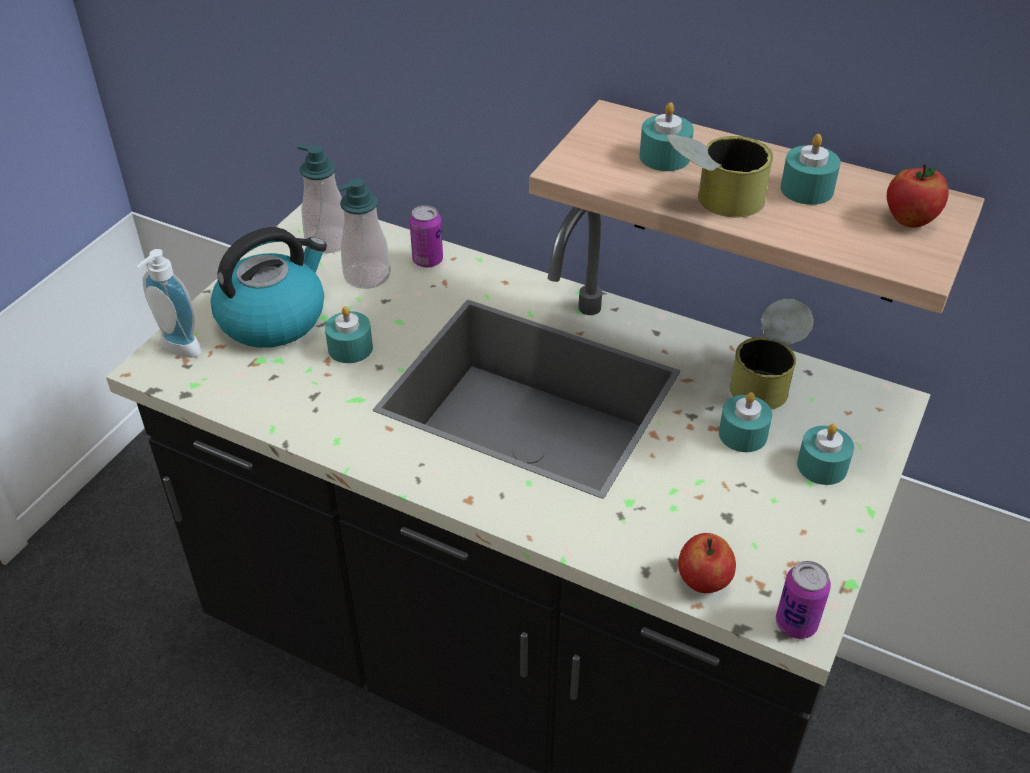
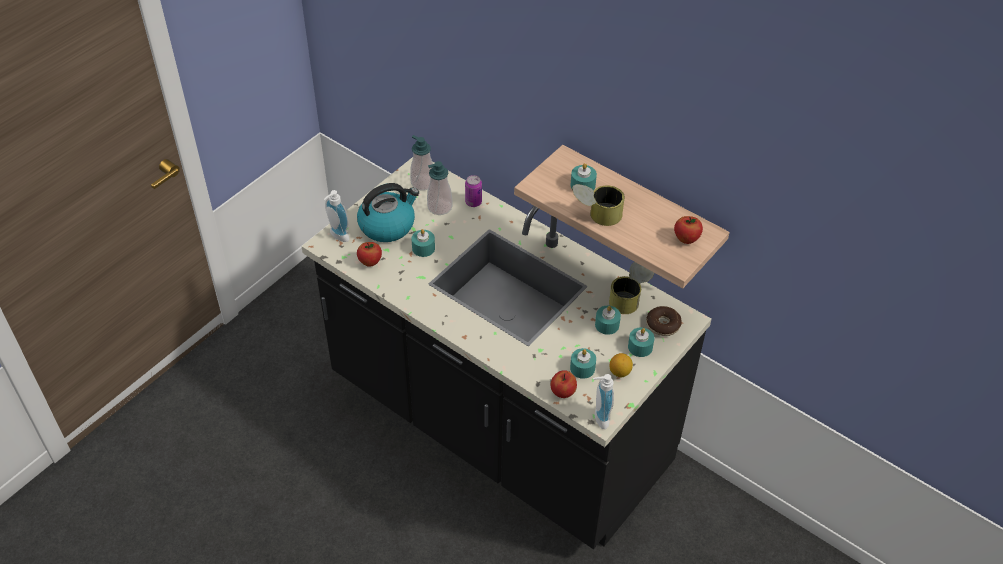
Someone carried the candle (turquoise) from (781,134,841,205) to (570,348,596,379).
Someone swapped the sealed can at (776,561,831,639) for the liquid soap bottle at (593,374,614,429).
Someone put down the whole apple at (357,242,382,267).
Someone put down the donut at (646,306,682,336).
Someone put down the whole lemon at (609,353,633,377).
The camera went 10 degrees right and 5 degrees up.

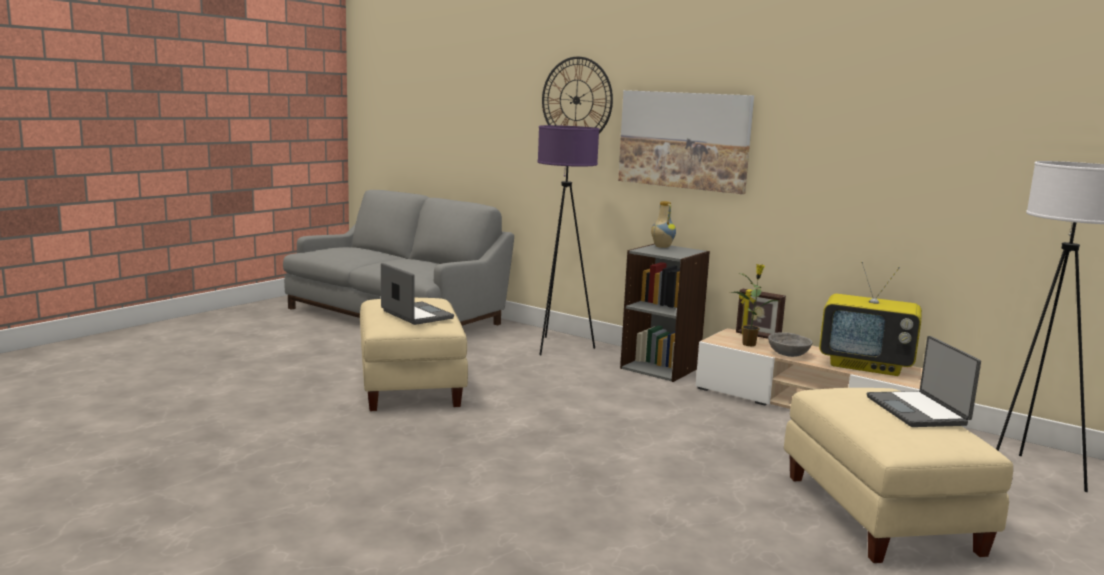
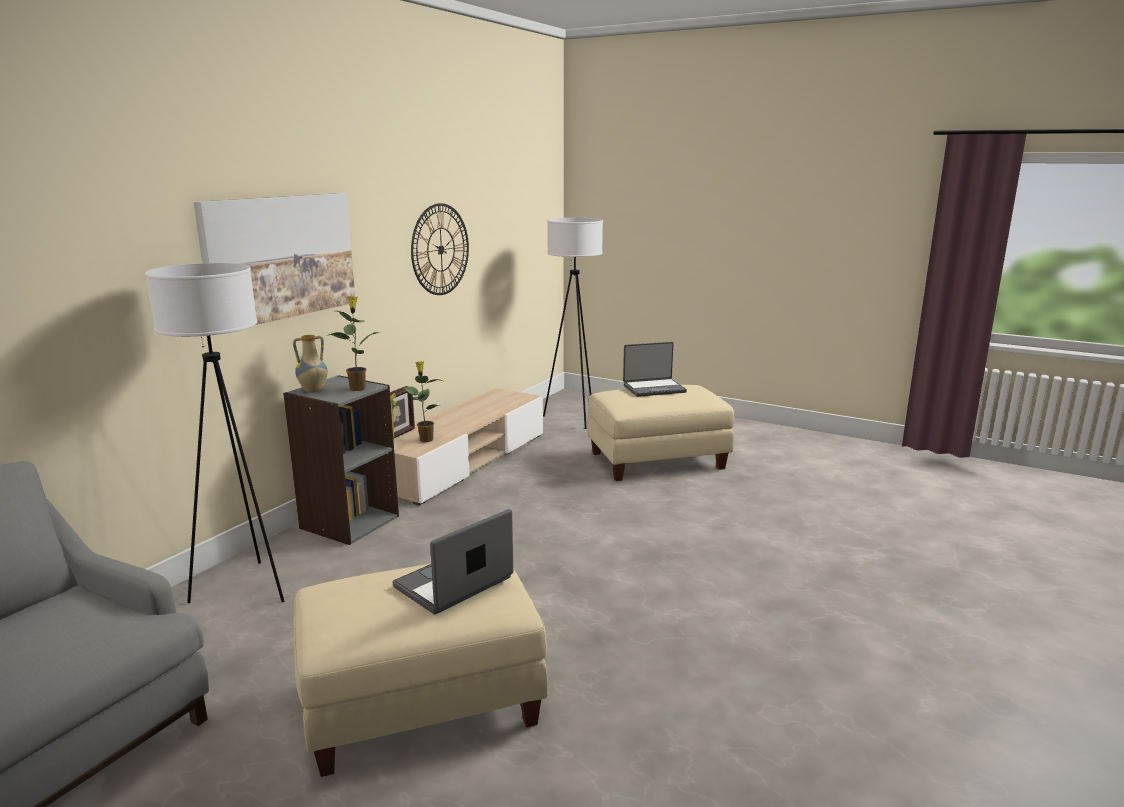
Someone carried the clock on the wall from (542,57,613,133) to (411,203,469,295).
Someone repainted the standard lamp (purple) at (537,125,599,355), which became the standard lamp (whitish) at (145,263,284,603).
Someone took away the television at (819,262,922,376).
Someone took away the bowl (greyish) at (768,332,813,357).
Someone put down the houseplant at (326,296,381,391).
The camera went 95 degrees left and 5 degrees up.

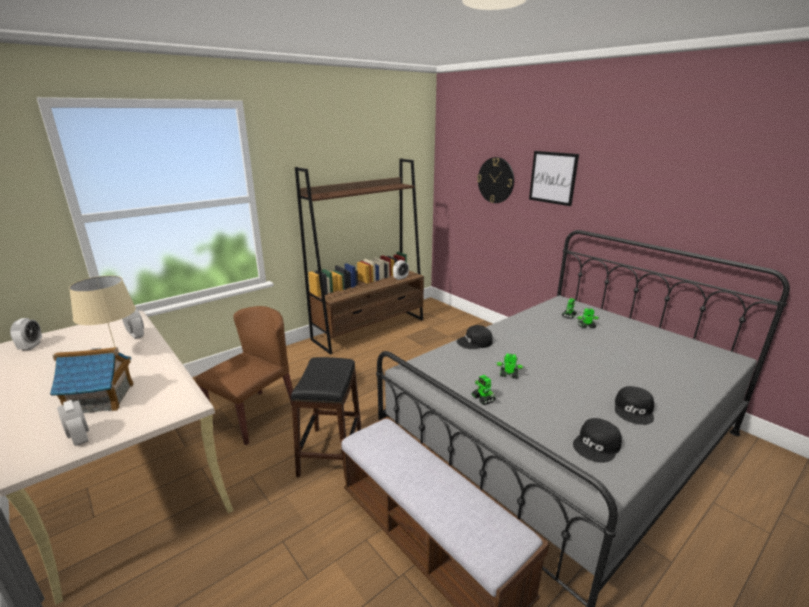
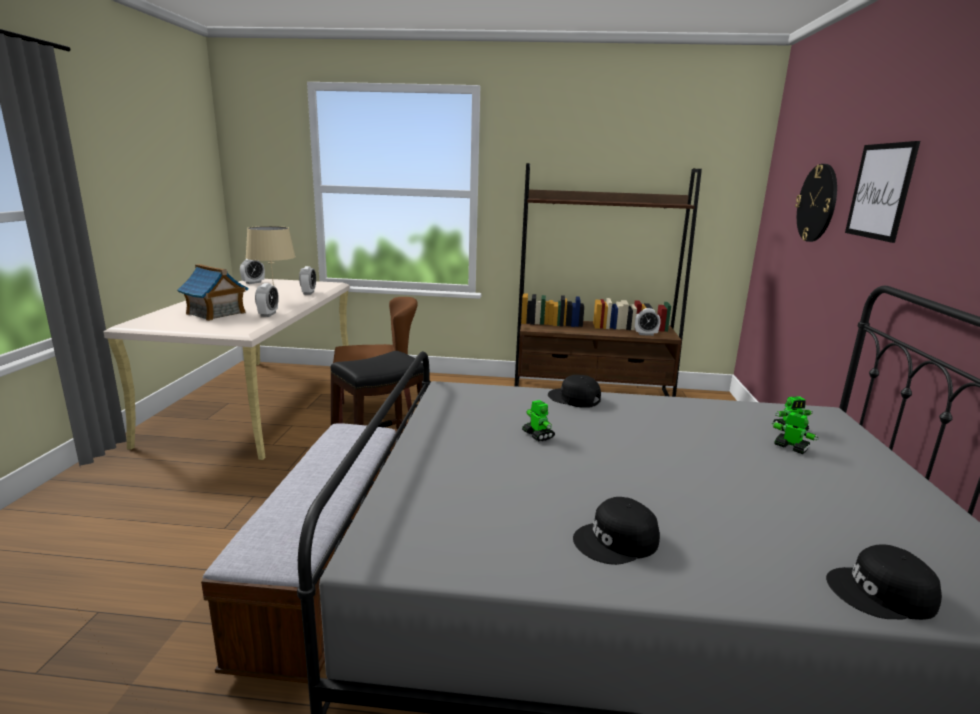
Someone took away the toy robot at (472,375,496,405).
Someone carried the table clock from (57,400,89,446) to (255,283,279,317).
Someone carried the baseball cap (black) from (573,418,622,463) to (826,545,942,620).
The camera went 45 degrees right and 5 degrees down.

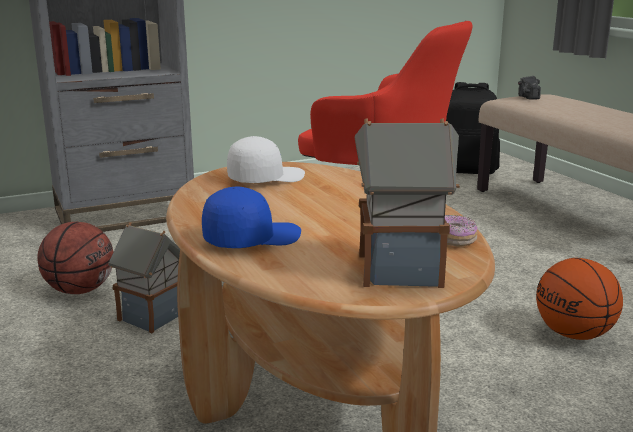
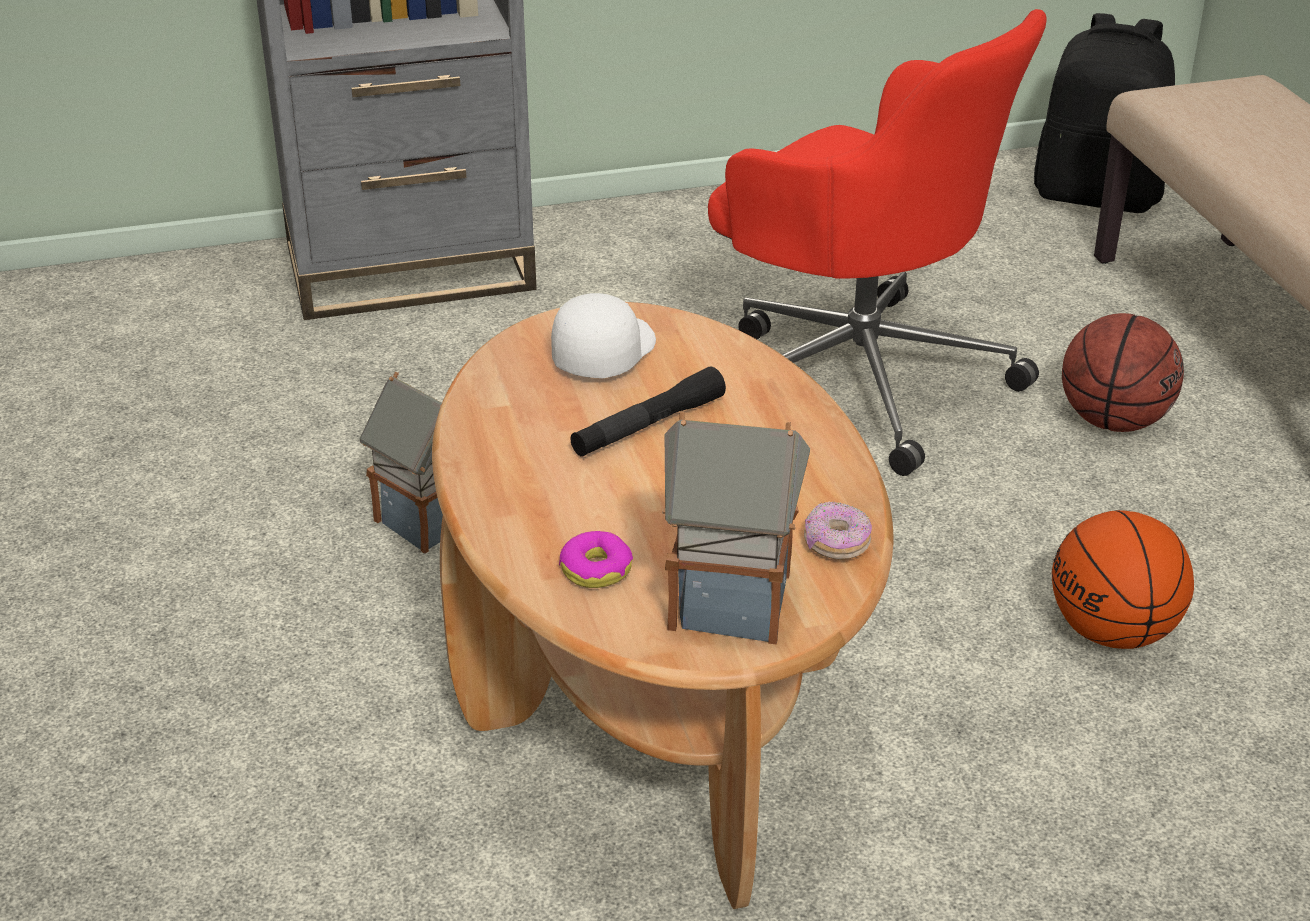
Someone took away the still camera at (518,76,541,100).
Someone rotated the baseball cap (whitish) at (227,136,305,183) by 45 degrees counterclockwise.
Someone took away the baseball cap (blue) at (202,187,301,248).
Someone carried the basketball ball from (37,222,113,294) to (1062,313,1184,432).
Someone put down the hand torch (black) at (570,367,726,457).
Someone put down the donut at (559,531,633,588).
The camera went 10 degrees right and 15 degrees up.

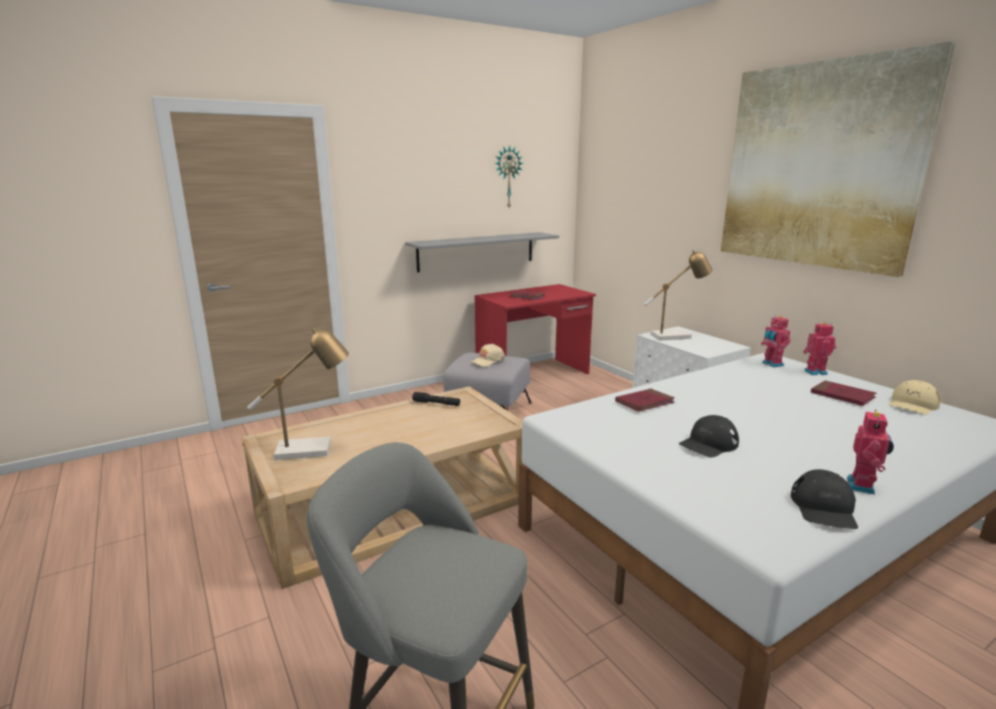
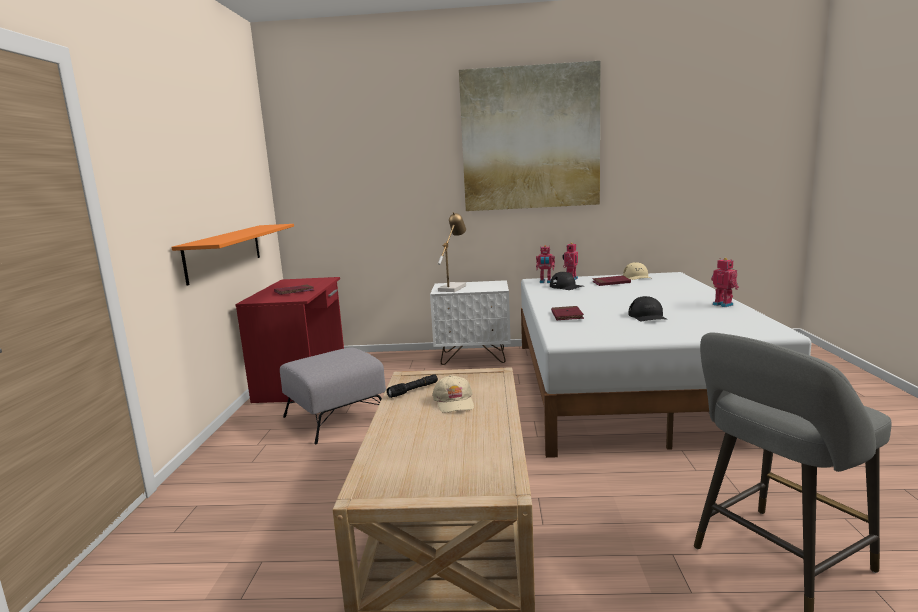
Someone took away the clock on the wall at (495,145,524,207).
Someone repainted the shelf (greyish) at (405,232,559,272), which became the shelf (orange-coloured) at (171,224,294,285).
Someone took away the table lamp at (247,328,349,460).
Someone carried the baseball cap (beige) from (471,344,505,367) to (432,375,474,413).
Someone carried the baseball cap (black) from (791,469,858,529) to (550,272,584,290).
The camera went 55 degrees left and 5 degrees down.

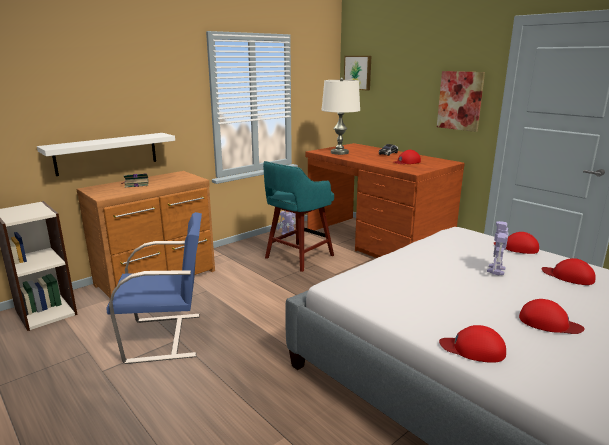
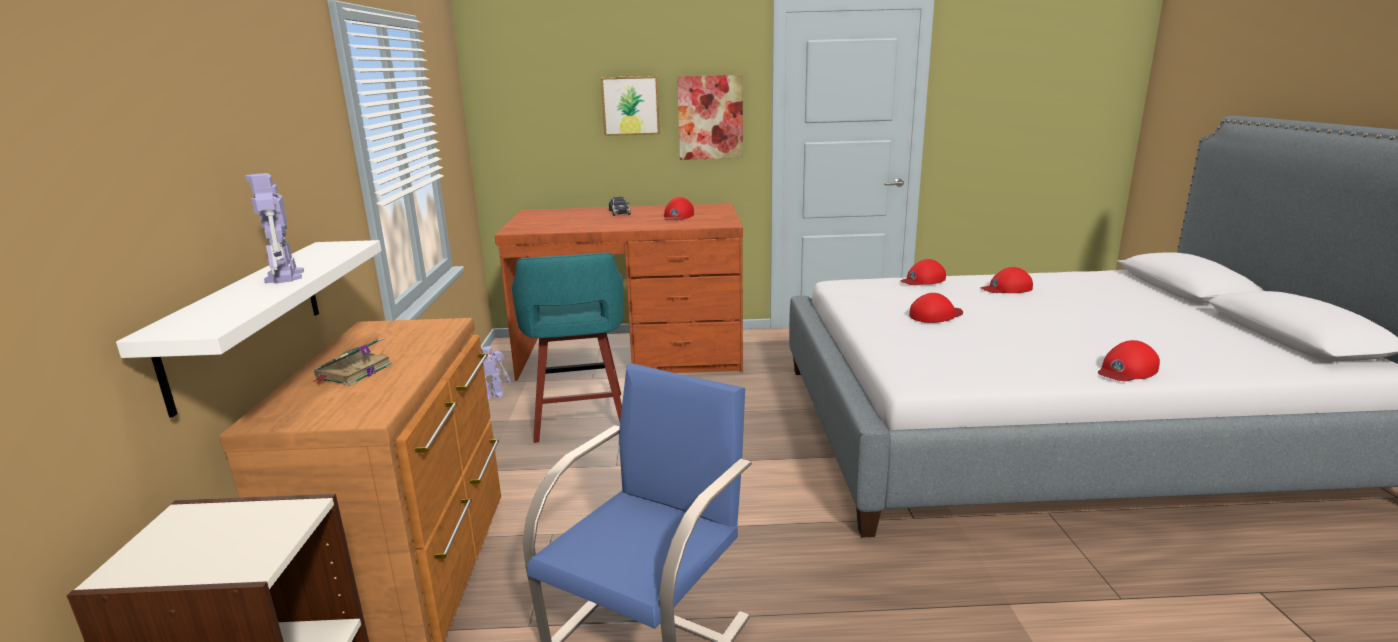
Someone carried the wall art from (344,56,371,90) to (601,76,660,136).
Someone took away the table lamp (whitish) at (321,78,360,155).
Someone carried the toy robot from (487,221,509,276) to (245,173,304,283).
Someone carried the baseball cap (reddish) from (519,299,585,334) to (909,293,963,323).
The camera went 50 degrees left and 0 degrees up.

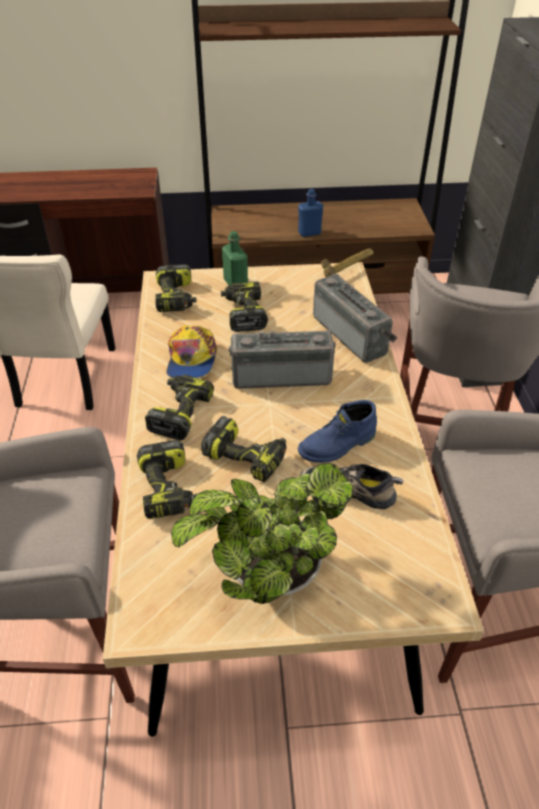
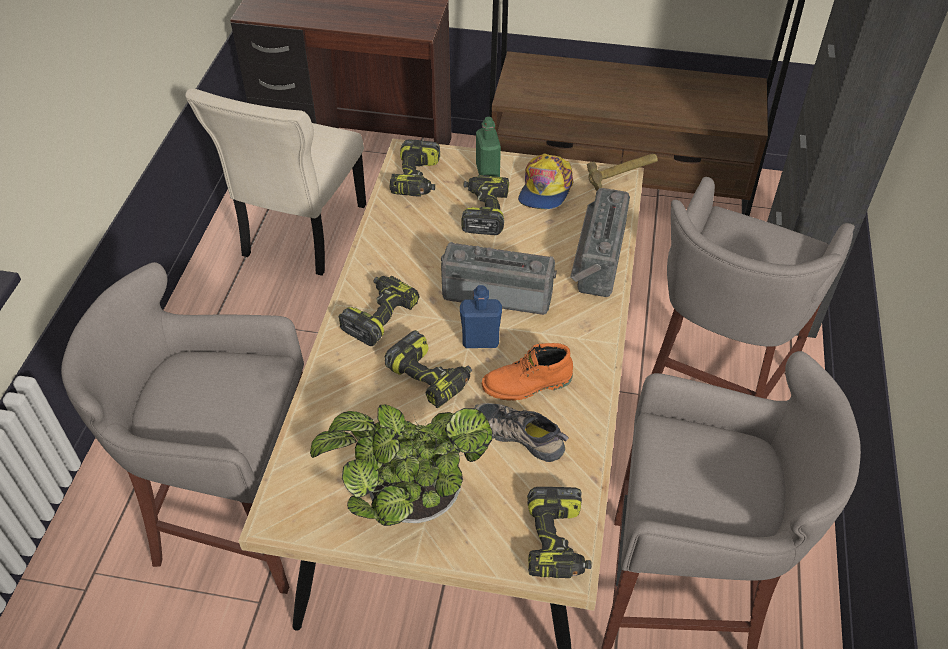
Someone carried the drink bottle (blue) from (298,189,323,237) to (460,285,502,348).
Someone rotated the radio receiver at (313,274,398,363) by 150 degrees counterclockwise.
Someone carried the baseball cap from (166,325,218,378) to (518,153,574,209).
Someone repainted the high-top boot (blue) at (298,400,377,463), which became the high-top boot (orange-coloured) at (482,343,573,401).
Someone carried the drill from (137,440,197,519) to (527,487,591,578).
The camera went 15 degrees right and 5 degrees up.

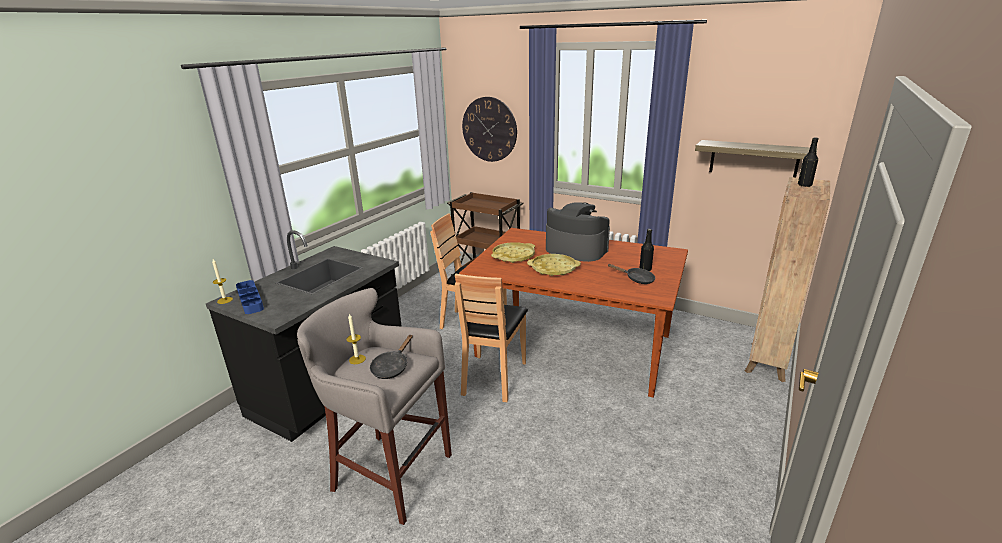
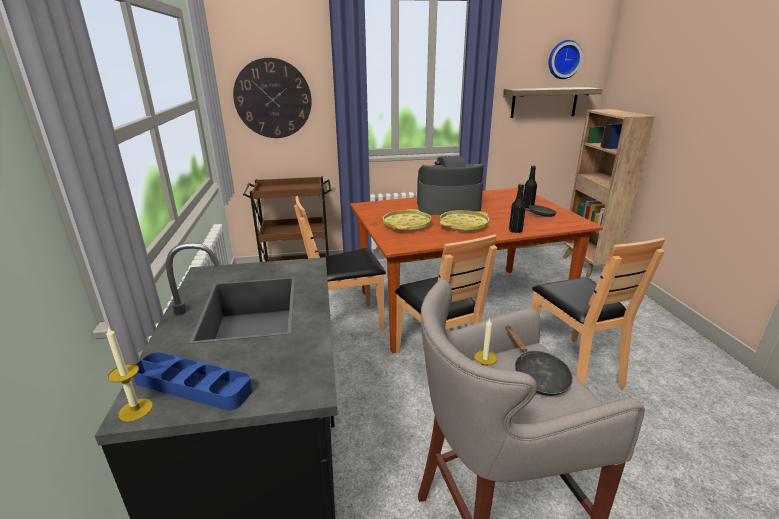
Someone carried the drink bottle (black) from (798,137,819,187) to (509,184,526,233).
Someone put up the clock on the wall at (548,40,583,79).
Someone put down the plain chair (brown) at (531,238,666,388).
The camera went 40 degrees left and 0 degrees up.

